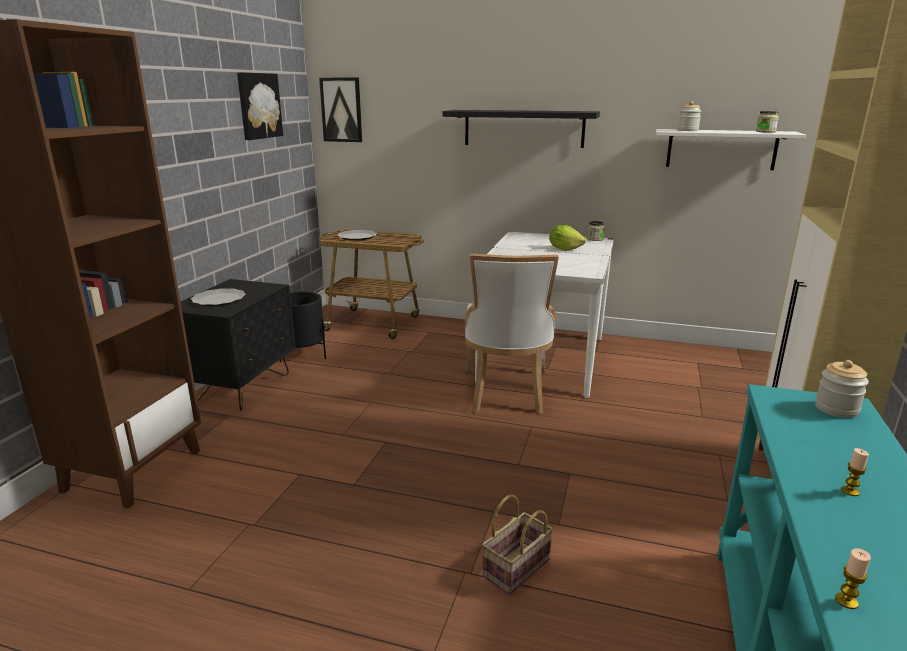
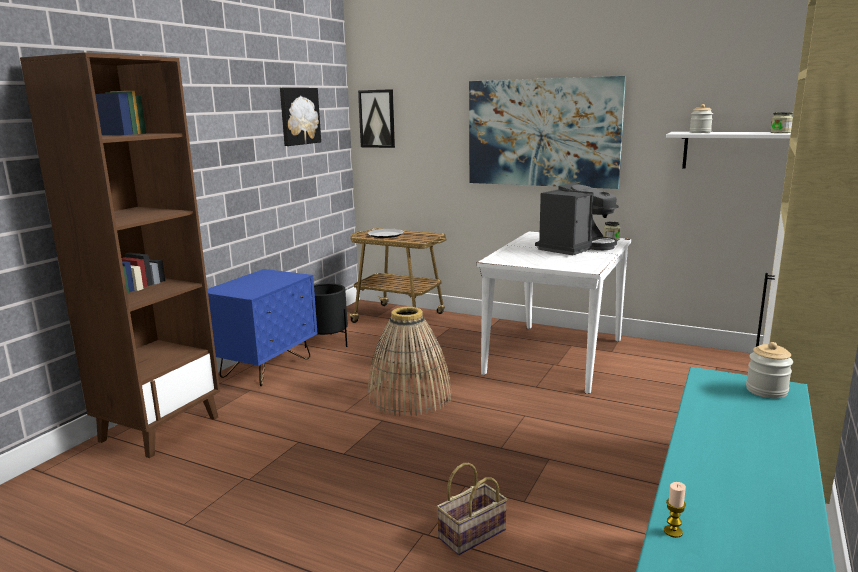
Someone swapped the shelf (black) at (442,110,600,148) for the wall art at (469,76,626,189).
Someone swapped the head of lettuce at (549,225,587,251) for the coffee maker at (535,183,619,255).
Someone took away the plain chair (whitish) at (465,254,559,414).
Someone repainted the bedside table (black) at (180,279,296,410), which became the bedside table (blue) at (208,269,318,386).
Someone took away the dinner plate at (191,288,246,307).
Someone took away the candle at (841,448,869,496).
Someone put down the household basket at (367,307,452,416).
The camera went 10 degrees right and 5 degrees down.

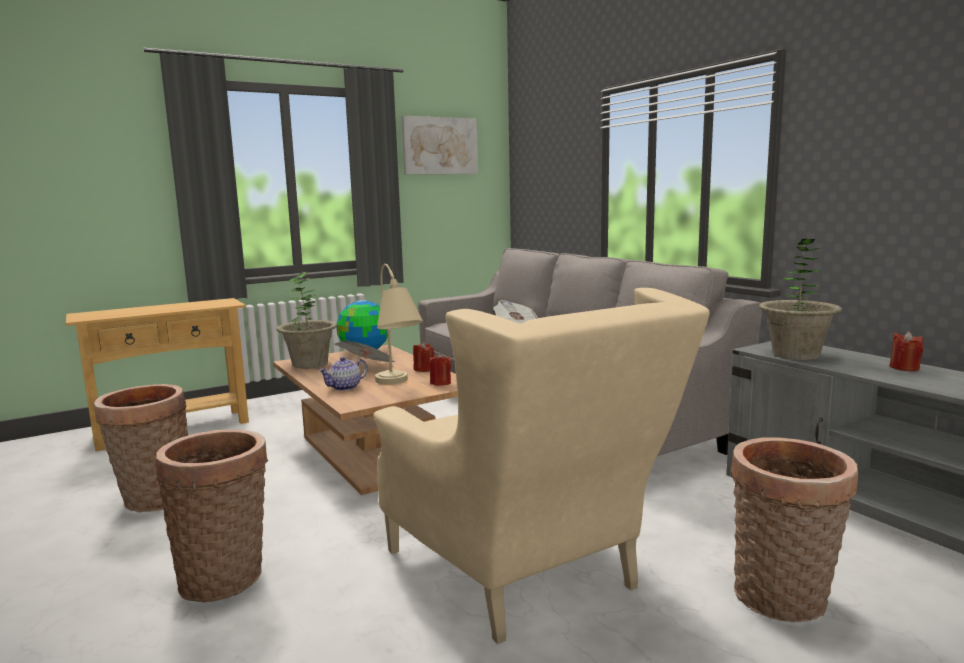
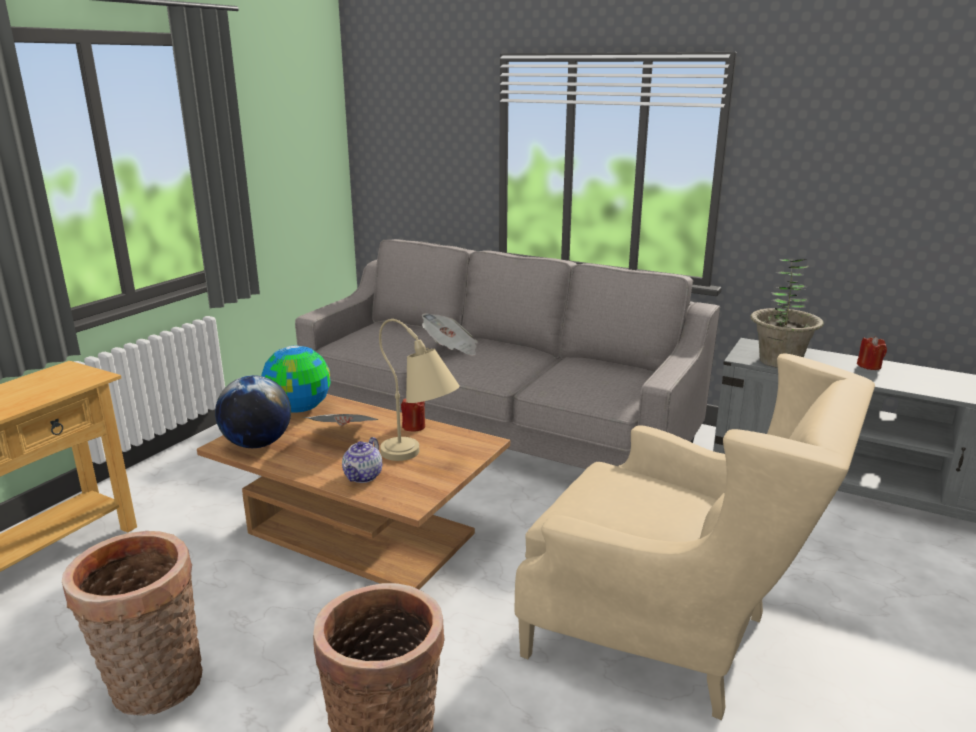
Someone took away the wall art at (401,116,478,174).
Someone swapped the houseplant at (276,272,337,369) for the desk globe at (215,375,291,448).
Someone took away the candle (reddish) at (429,353,451,386).
Someone took away the household basket at (731,437,858,622).
The camera went 30 degrees left and 10 degrees up.

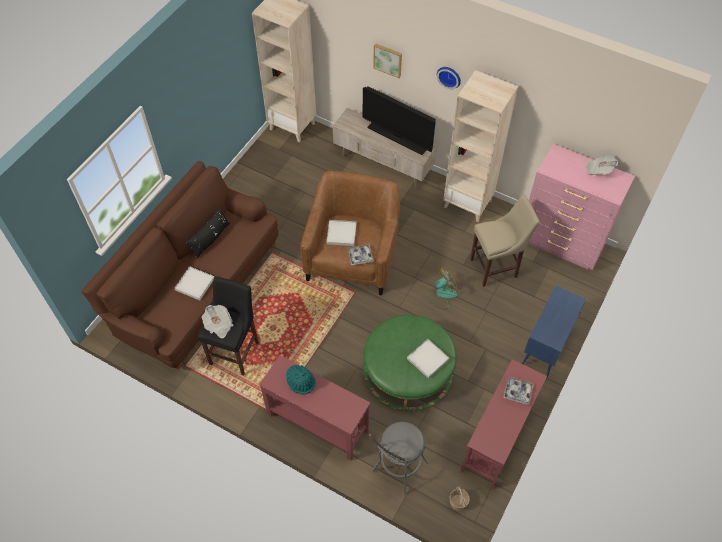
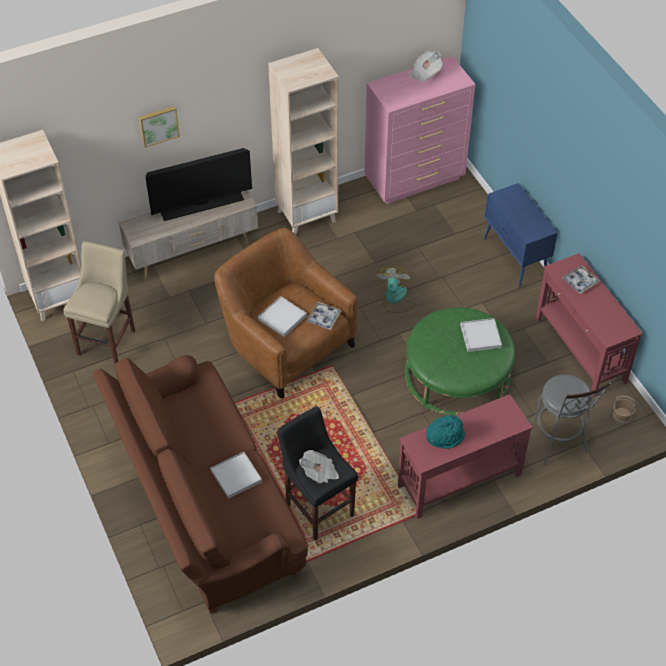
Someone took away the clock on the wall at (437,67,461,89).
Someone carried the sitting stool (beige) from (470,195,540,287) to (64,241,135,364).
Someone took away the throw pillow (black) at (186,207,230,259).
The camera went 55 degrees left and 5 degrees down.

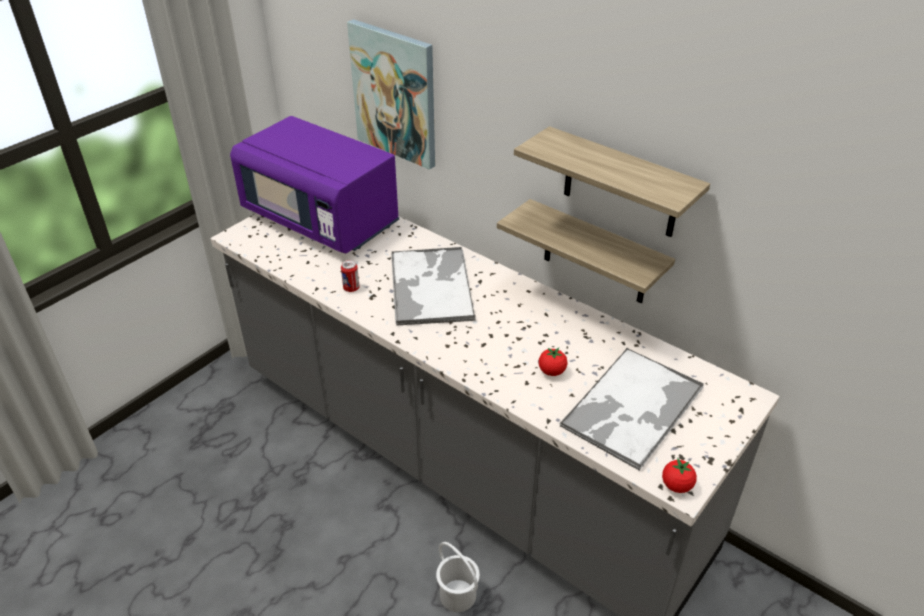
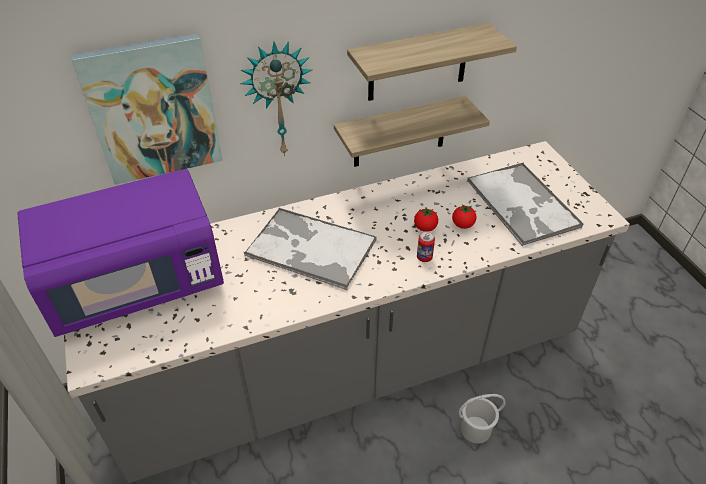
Someone carried the sealed can from (341,260,360,292) to (417,231,435,262).
Someone carried the fresh tomato from (662,458,697,493) to (414,207,438,232).
Someone put up the clock on the wall at (241,41,312,156).
The camera went 60 degrees left and 5 degrees up.

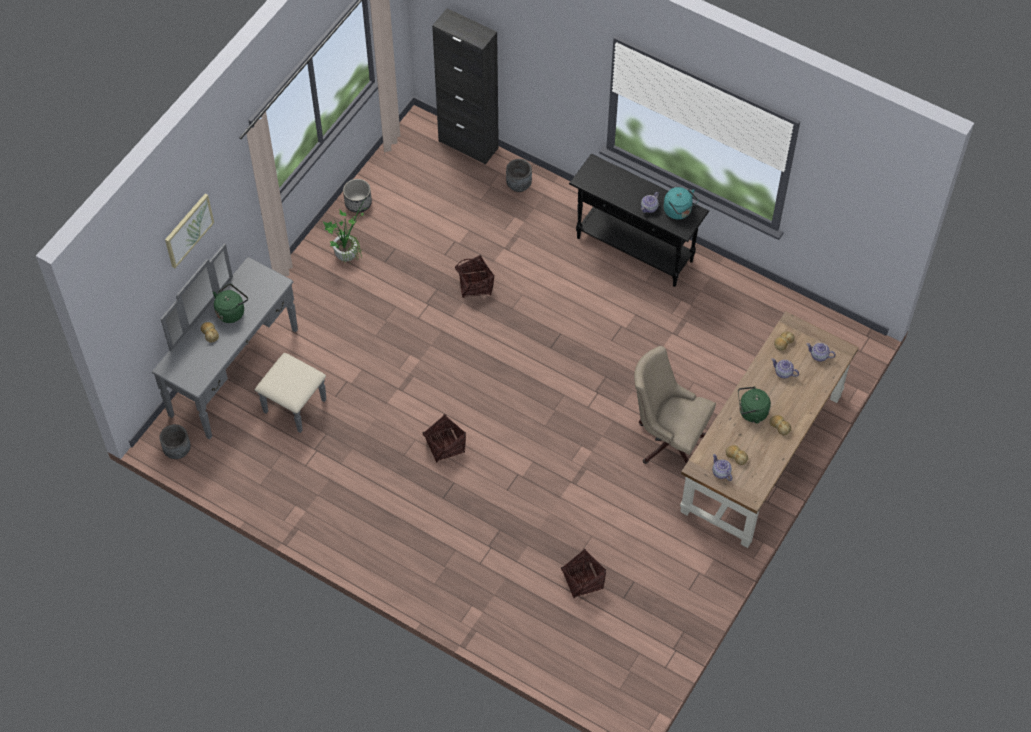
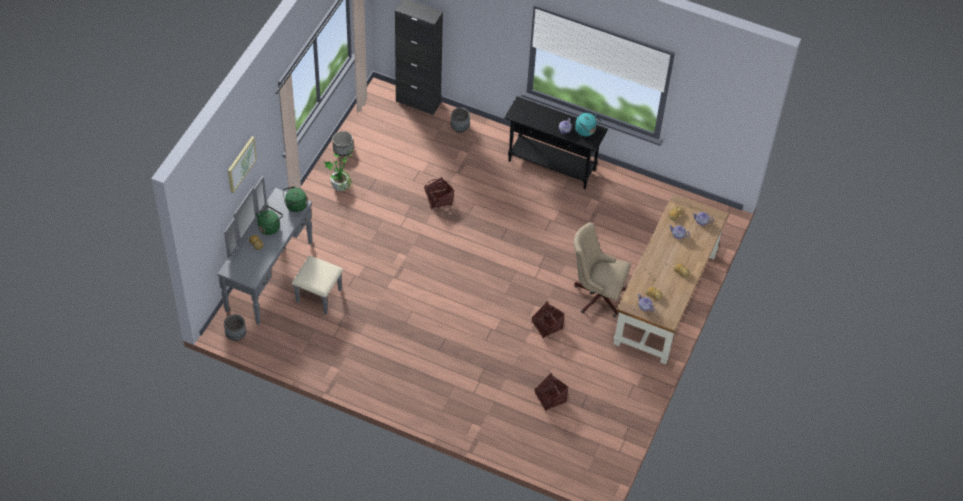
Someone carried the water kettle (green) from (738,386,771,424) to (283,186,307,212).
Someone carried the household basket from (423,414,466,463) to (532,301,564,338).
The camera went 10 degrees left and 5 degrees down.

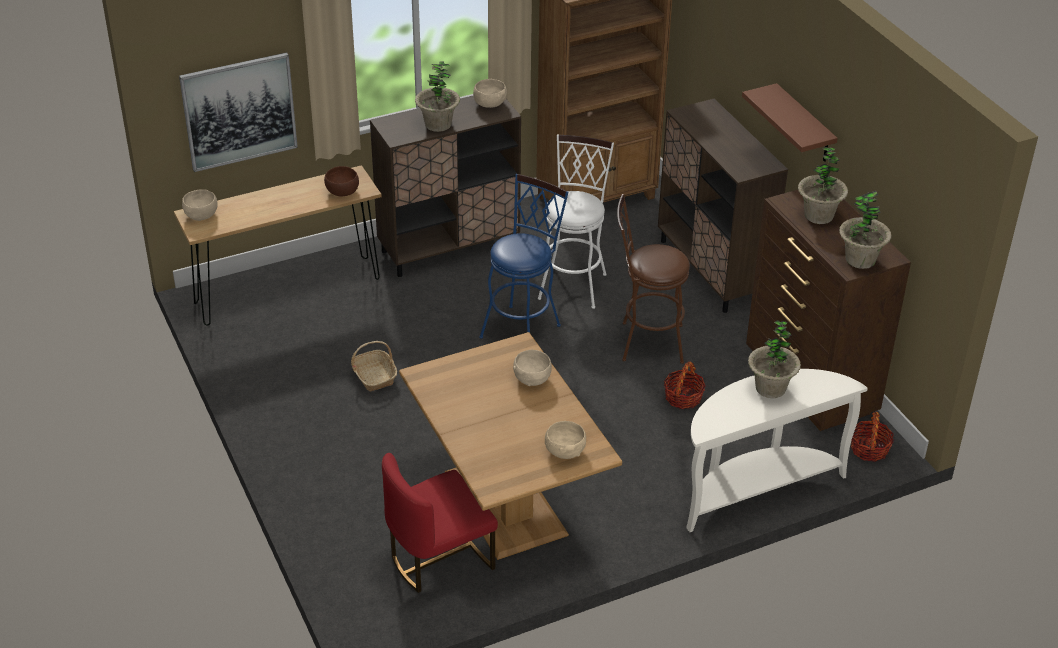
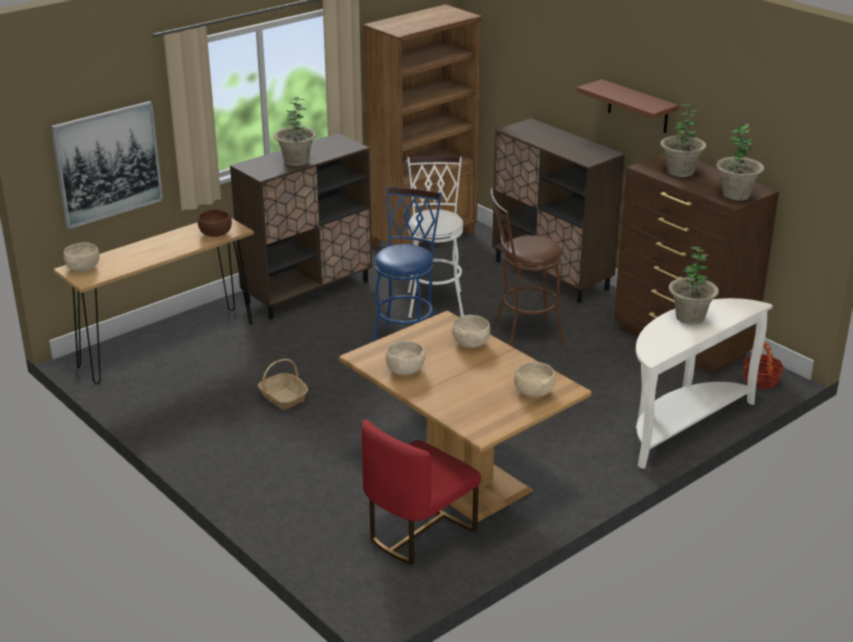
Someone carried the bowl (beige) from (473,79,507,108) to (386,341,425,375).
Someone took away the household basket at (664,361,706,409).
The camera went 15 degrees left and 10 degrees down.

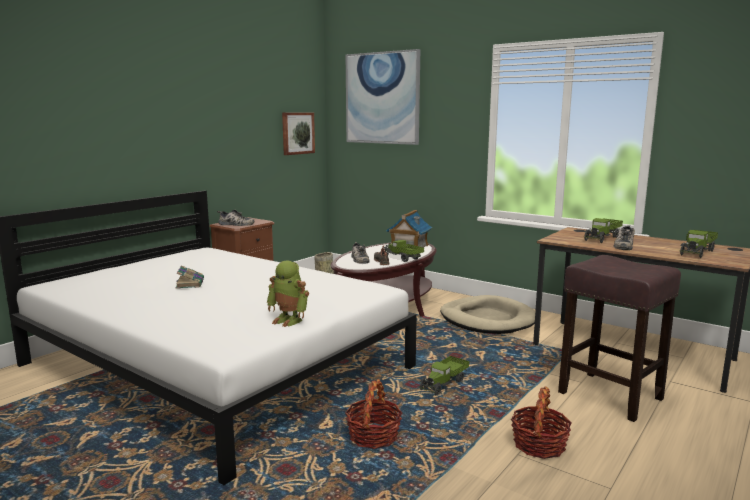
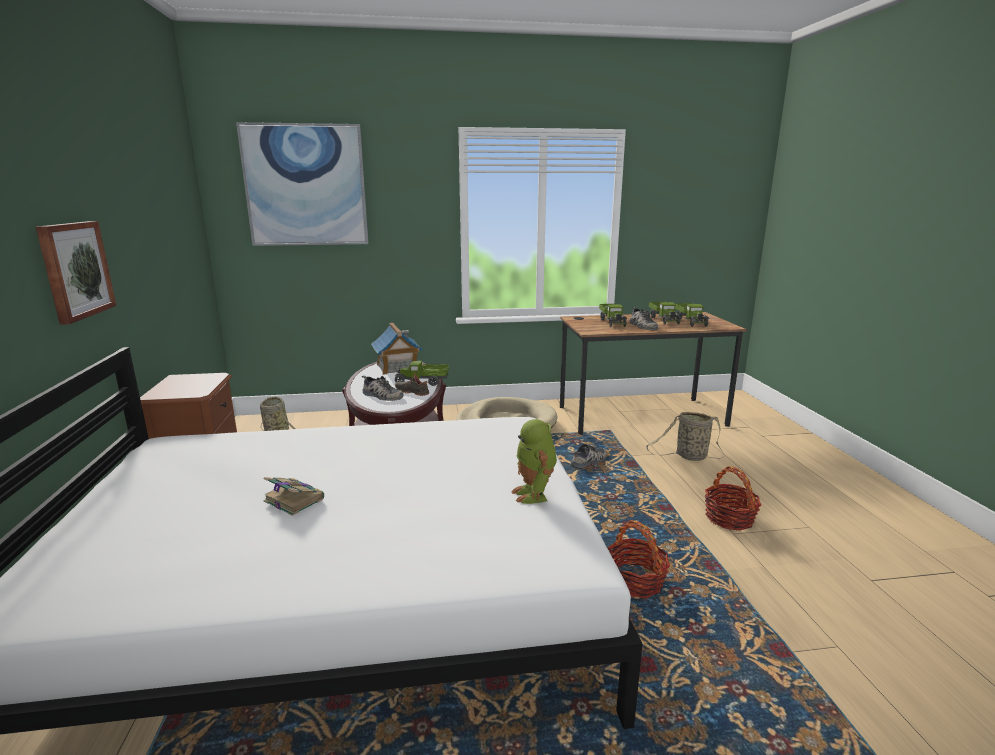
Someone carried the wall art from (282,112,315,155) to (36,221,116,325).
Someone carried the item of footwear from (217,210,254,226) to (571,444,607,468).
Someone swapped the sitting stool (brown) at (558,255,681,422) for the household basket at (646,412,725,461).
Someone rotated the toy robot at (267,261,309,327) by 90 degrees clockwise.
Someone carried the toy lorry from (419,356,469,395) to (649,302,681,325).
The camera went 45 degrees left and 5 degrees up.

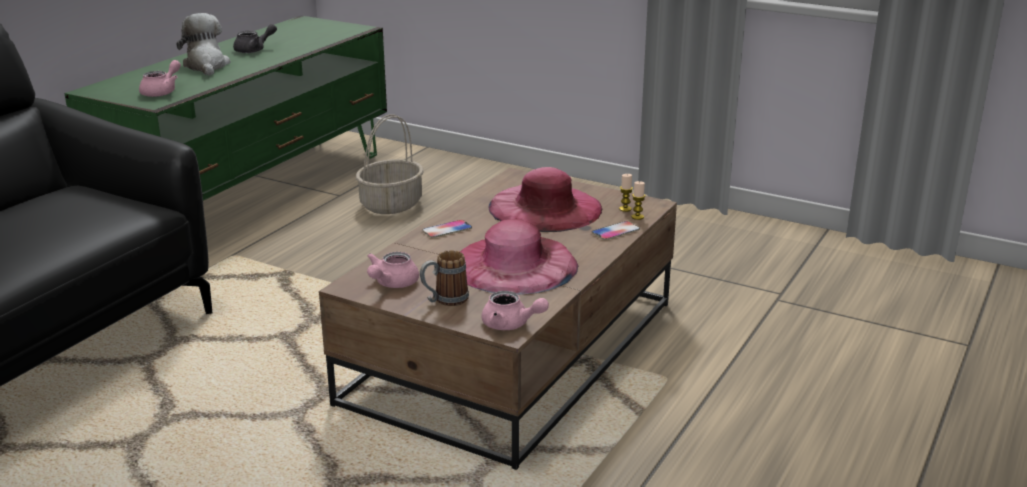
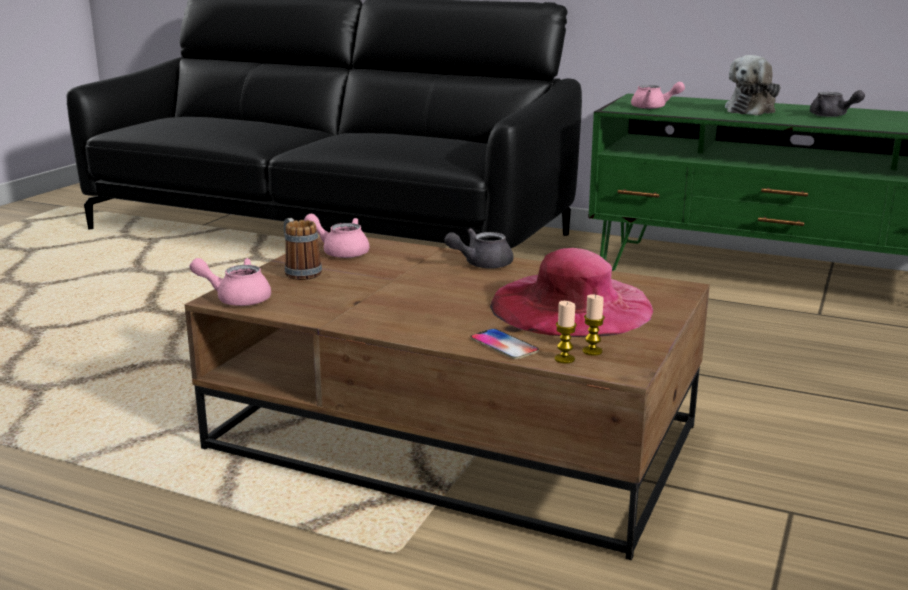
Someone rotated the cuddly toy at (176,13,231,76) by 150 degrees clockwise.
Someone took away the household basket at (356,114,423,214).
Someone took away the wearable hat (pink-coloured) at (460,219,578,295).
Someone swapped the telephone at (422,220,472,238) for the pot for tea (greyish) at (444,228,513,269).
Someone rotated the pot for tea (pink-coloured) at (482,291,549,330) by 75 degrees clockwise.
The camera went 85 degrees right and 5 degrees down.

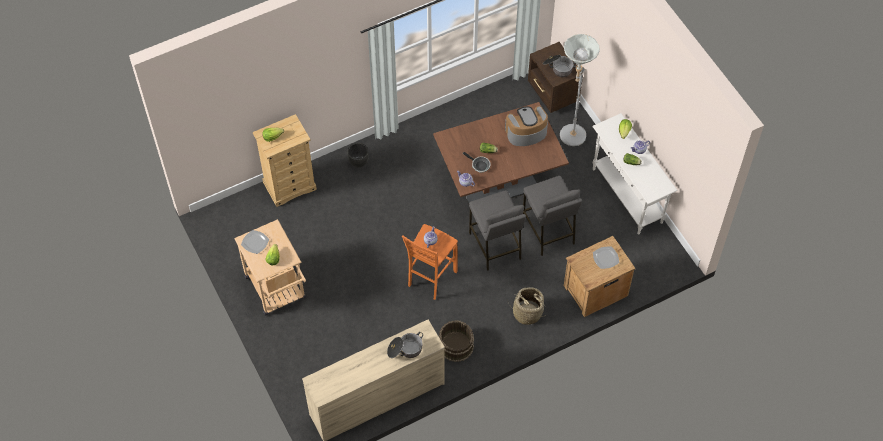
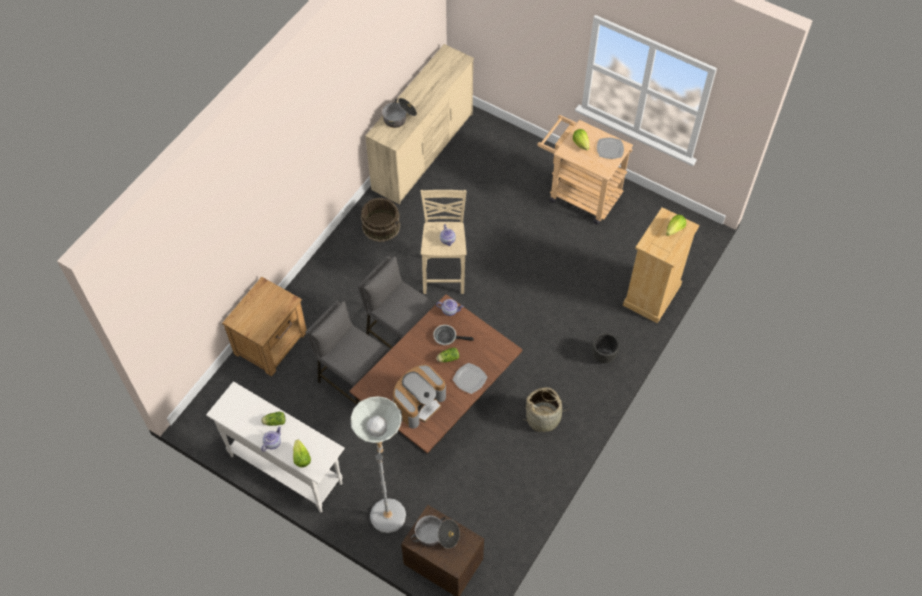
Someone repainted the sitting stool (orange-coloured) at (402,224,458,300), which became the sitting stool (beige) at (420,190,467,294).
Someone carried the dinner plate from (593,246,619,269) to (452,363,487,394).
Someone carried the household basket from (508,287,546,325) to (522,387,566,432).
The camera went 150 degrees right and 0 degrees up.

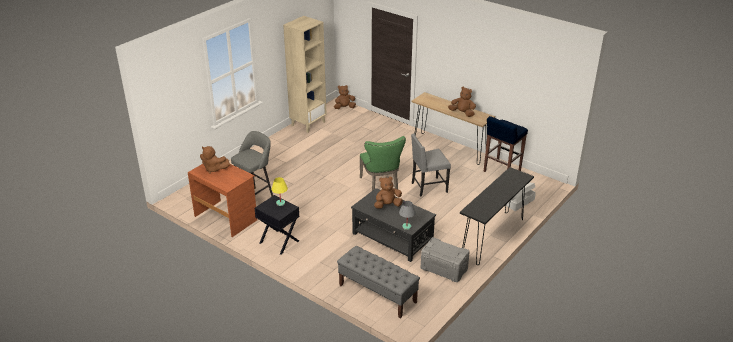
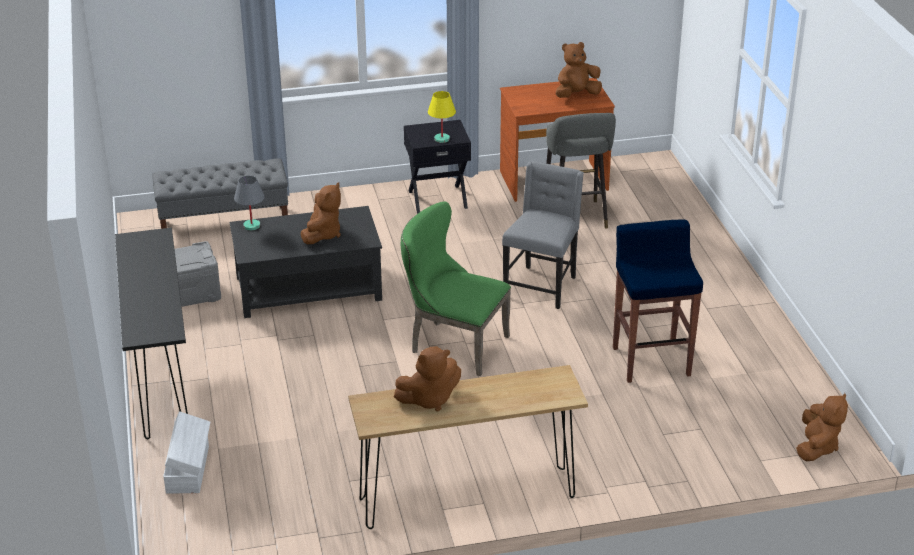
Someone took away the bookshelf (beige) at (283,16,327,133).
Someone carried the sitting stool (blue) from (484,116,528,172) to (613,219,703,383).
Someone carried the plain chair (greyish) from (411,134,451,197) to (502,161,584,309).
The camera went 130 degrees right and 0 degrees up.

